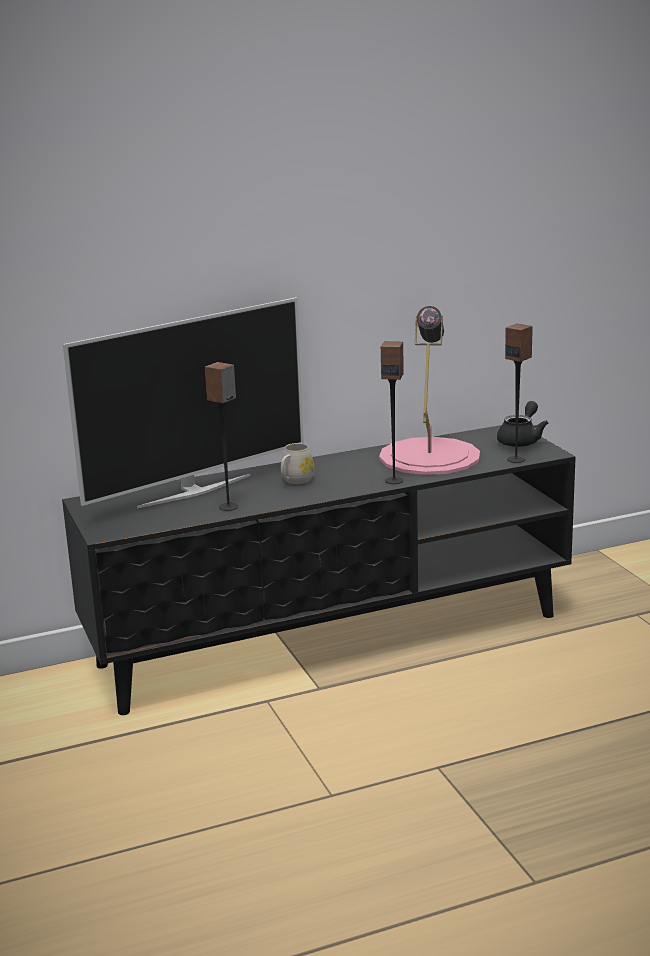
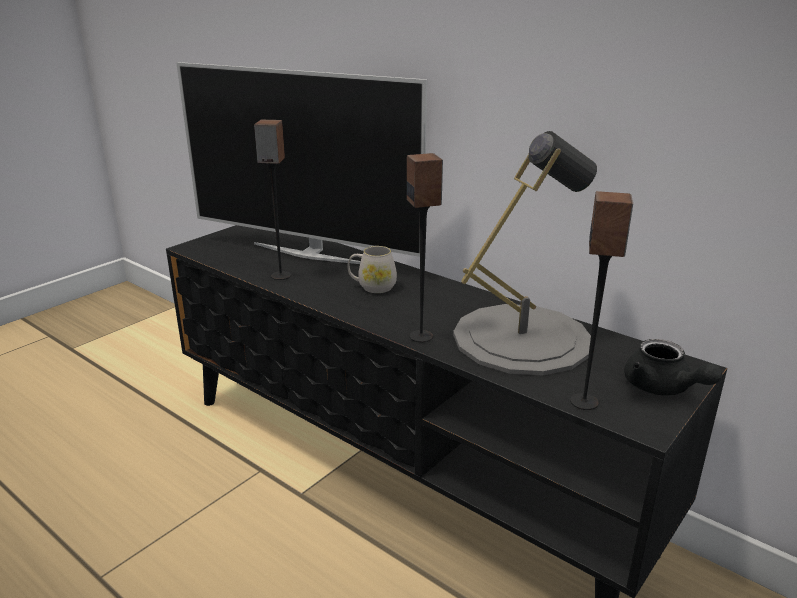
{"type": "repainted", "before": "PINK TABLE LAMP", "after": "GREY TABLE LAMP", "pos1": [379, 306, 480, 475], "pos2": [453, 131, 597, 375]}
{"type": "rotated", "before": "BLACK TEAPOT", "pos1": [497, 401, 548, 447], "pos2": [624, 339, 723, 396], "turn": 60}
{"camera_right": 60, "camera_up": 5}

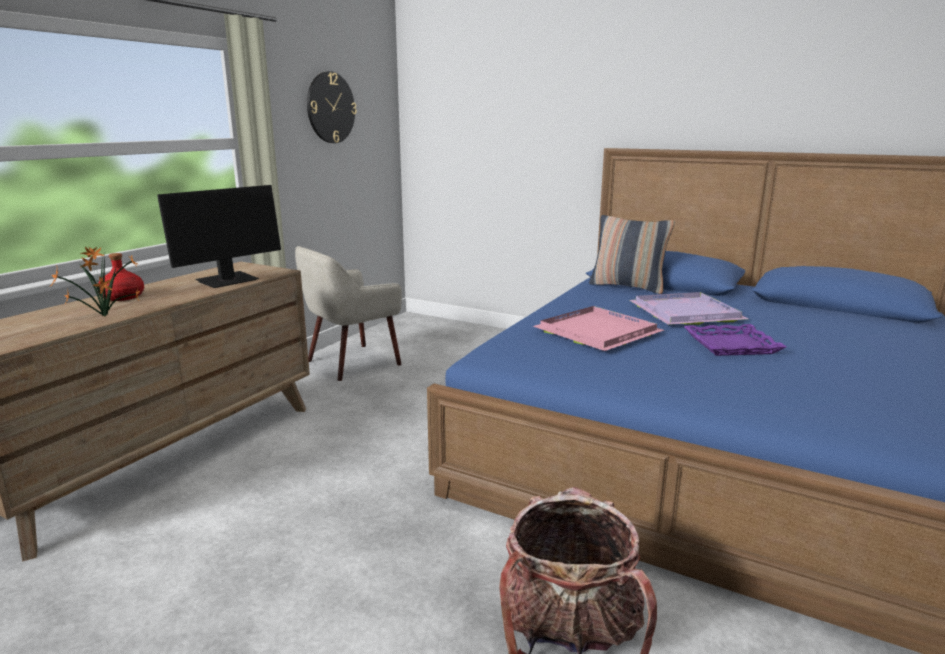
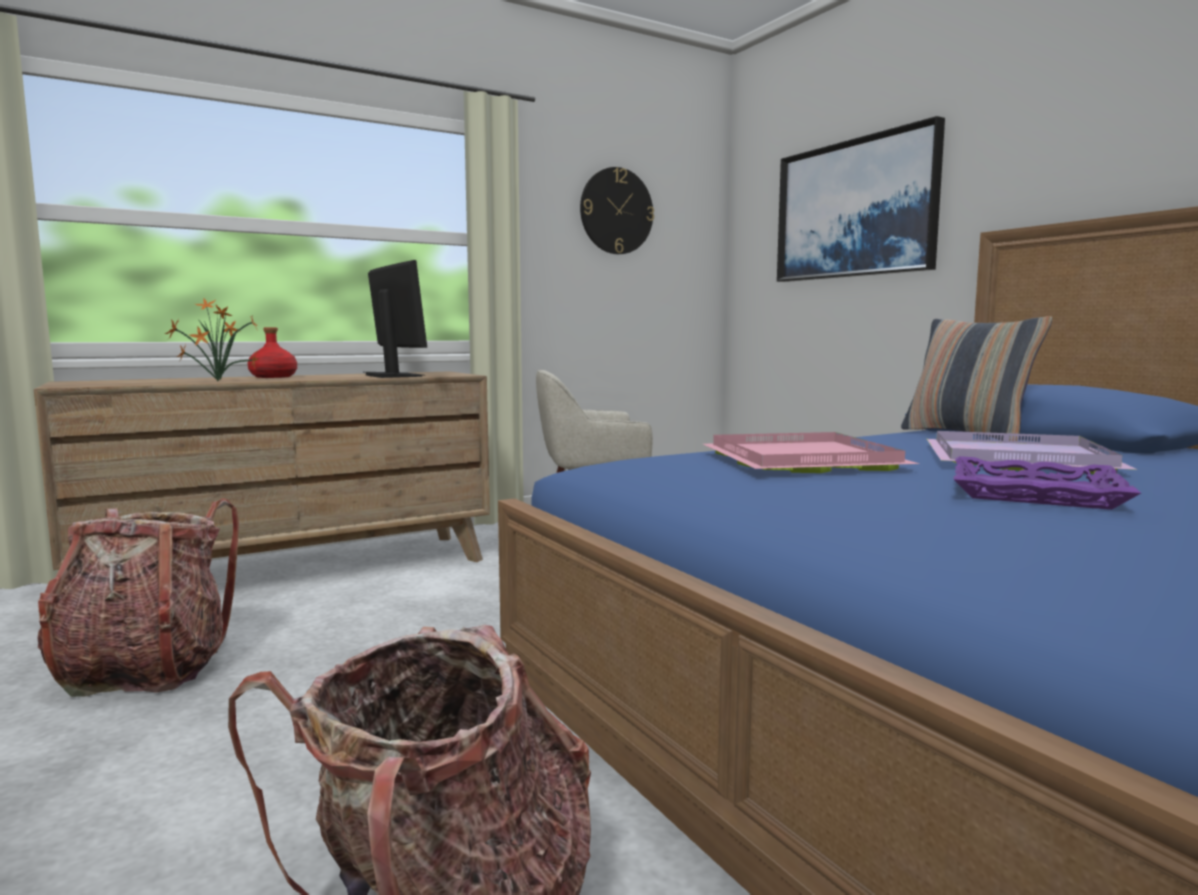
{"type": "new", "after": "BACKPACK", "pos2": [38, 498, 239, 697]}
{"type": "rotated", "before": "MONITOR", "pos1": [158, 185, 281, 288], "pos2": [364, 260, 427, 378], "turn": -105}
{"type": "new", "after": "PICTURE", "pos2": [777, 116, 945, 282]}
{"camera_right": 30, "camera_up": -10}

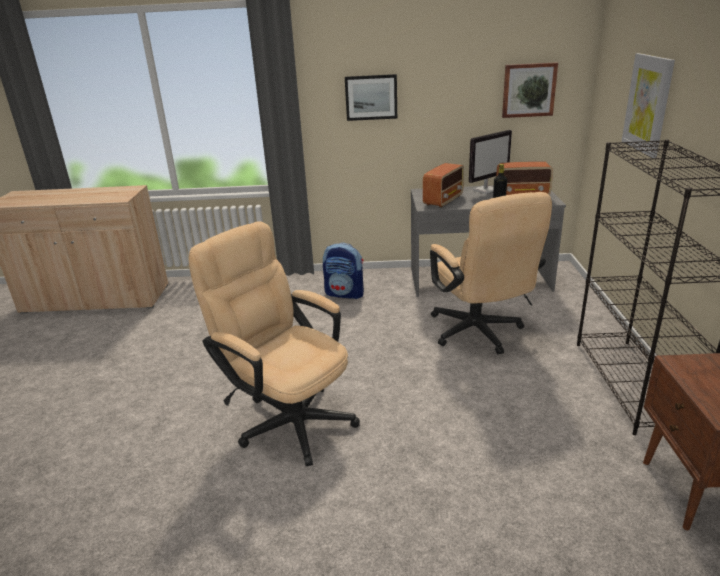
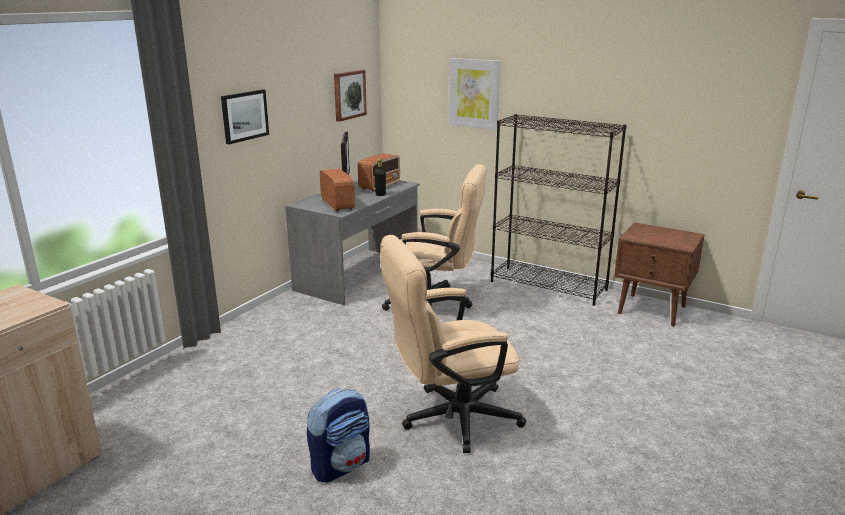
{"type": "shifted", "before": "BACKPACK", "pos1": [323, 243, 364, 299], "pos2": [307, 388, 370, 483]}
{"camera_right": -60, "camera_up": -5}

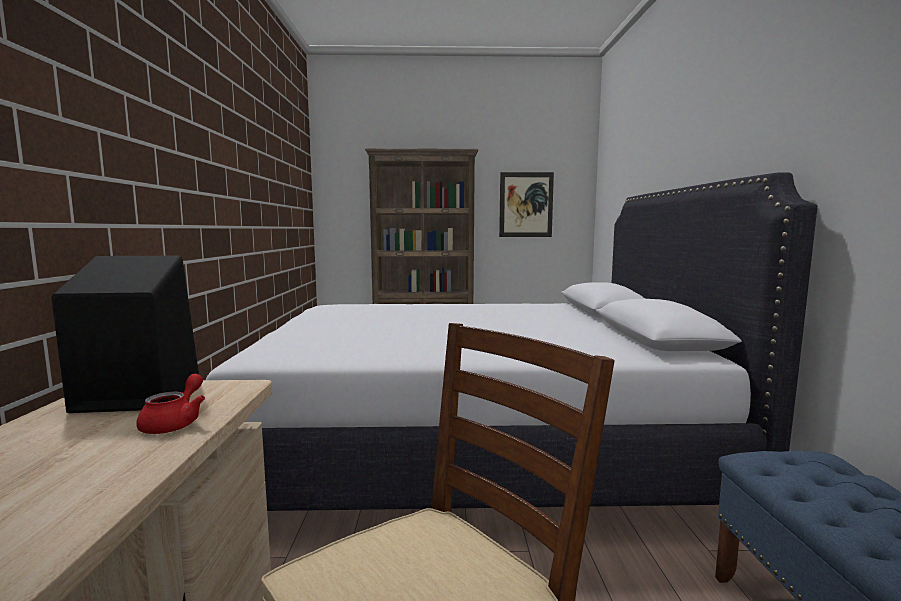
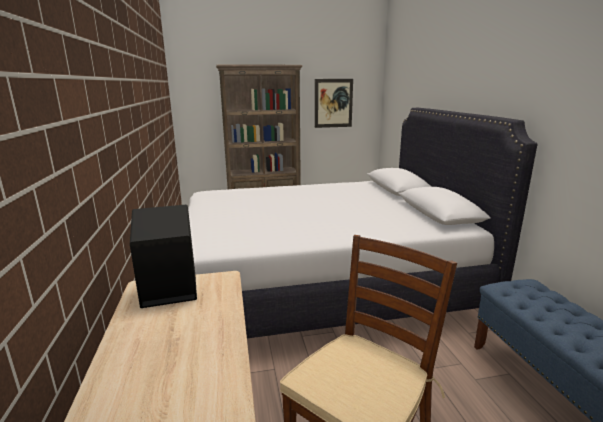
{"type": "gone", "before": "RED TEAPOT", "pos1": [136, 374, 205, 434]}
{"camera_right": -10, "camera_up": 10}

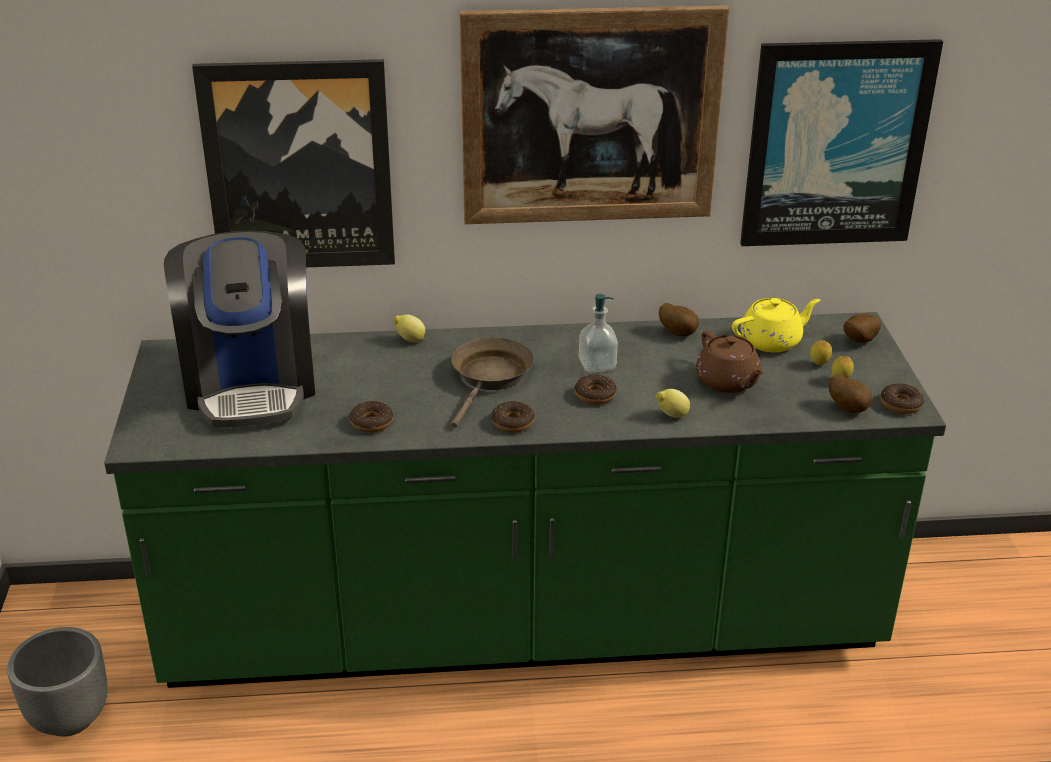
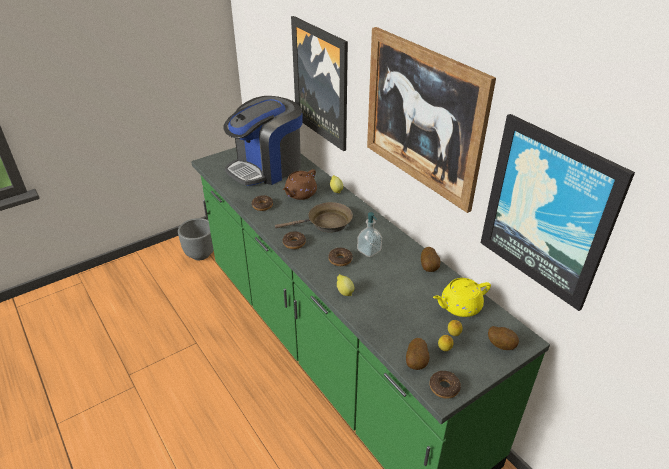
{"type": "shifted", "before": "BROWN TEAPOT", "pos1": [696, 331, 763, 393], "pos2": [283, 169, 317, 200]}
{"type": "rotated", "before": "YELLOW TEAPOT", "pos1": [732, 298, 820, 352], "pos2": [433, 278, 491, 317], "turn": 120}
{"camera_right": 60, "camera_up": 5}

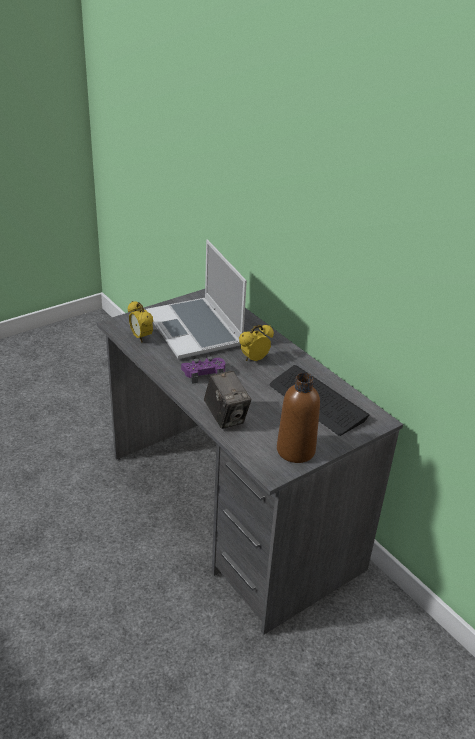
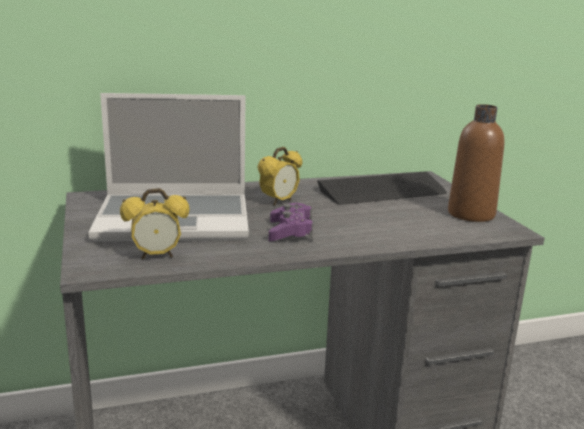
{"type": "rotated", "before": "ALARM CLOCK", "pos1": [239, 325, 274, 361], "pos2": [258, 147, 302, 206], "turn": -120}
{"type": "gone", "before": "PHOTO CAMERA", "pos1": [204, 371, 251, 429]}
{"camera_right": -70, "camera_up": -15}

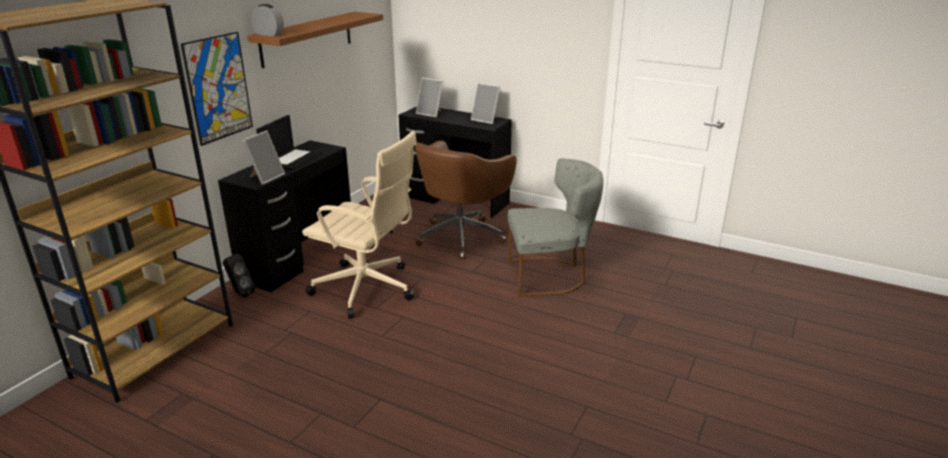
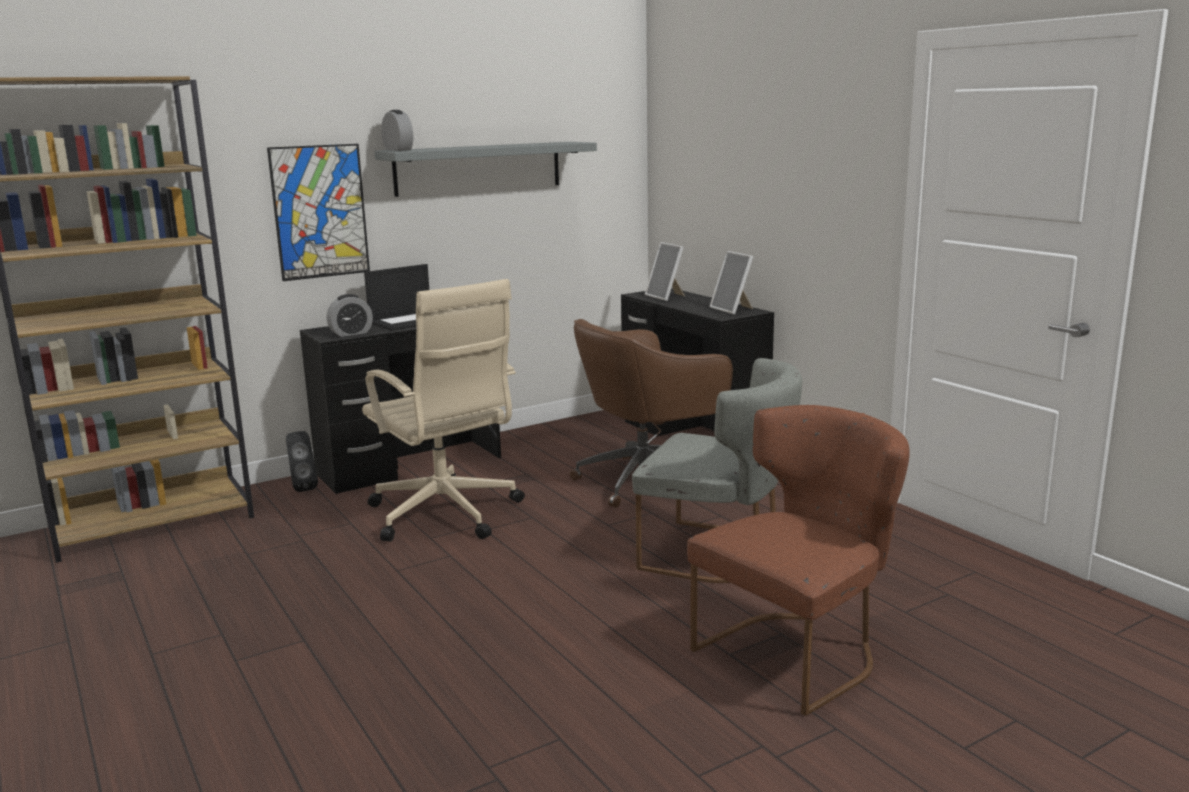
{"type": "swapped", "before": "PICTURE FRAME", "after": "ALARM CLOCK", "pos1": [243, 131, 285, 185], "pos2": [327, 294, 373, 337]}
{"type": "repainted", "before": "BROWN SHELF", "after": "GREY SHELF", "pos1": [247, 12, 383, 68], "pos2": [374, 142, 597, 197]}
{"type": "new", "after": "BROWN CHAIR", "pos2": [687, 405, 910, 716]}
{"camera_right": 30, "camera_up": -10}

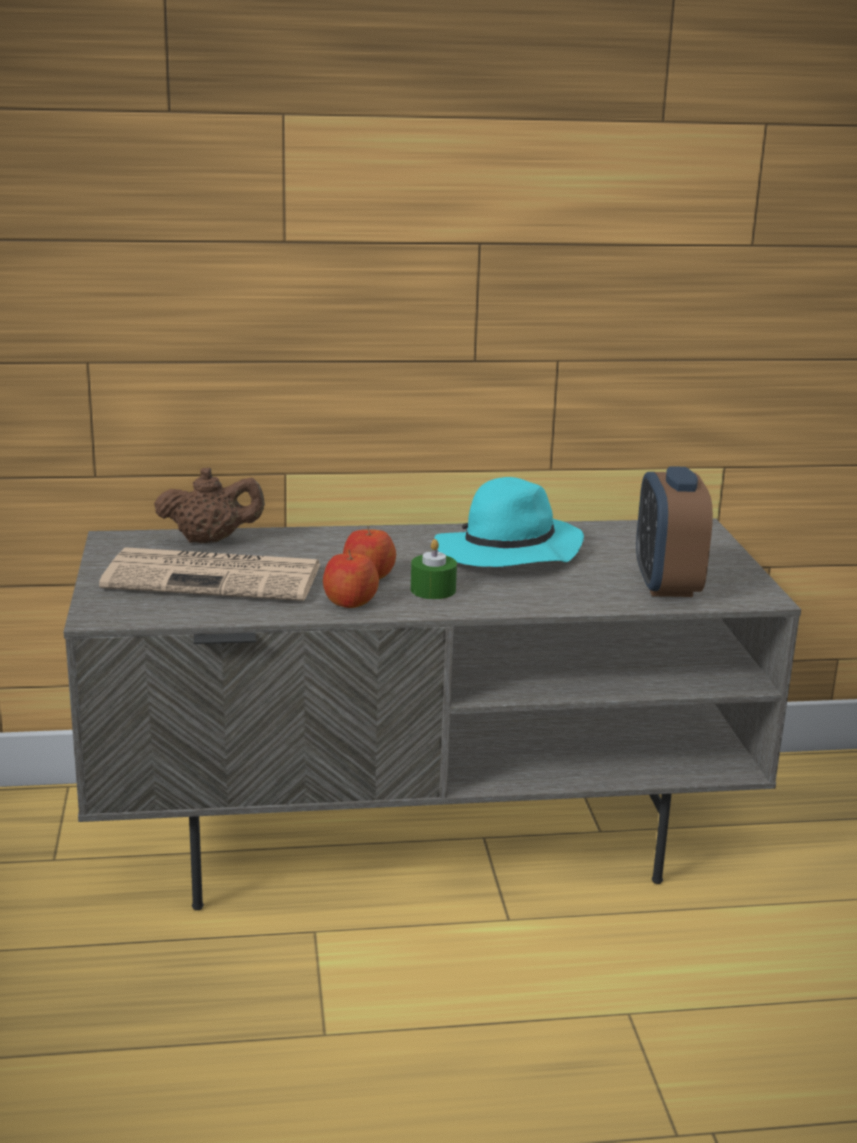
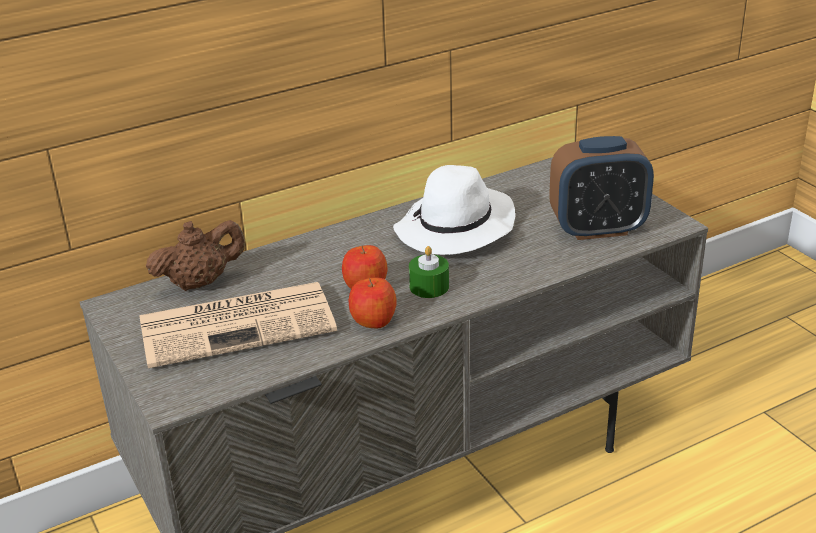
{"type": "repainted", "before": "TURQUOISE HAT", "after": "WHITE HAT", "pos1": [435, 477, 584, 567], "pos2": [393, 165, 515, 255]}
{"type": "rotated", "before": "ALARM CLOCK", "pos1": [636, 466, 713, 597], "pos2": [549, 136, 654, 240], "turn": -75}
{"camera_right": -20, "camera_up": 10}

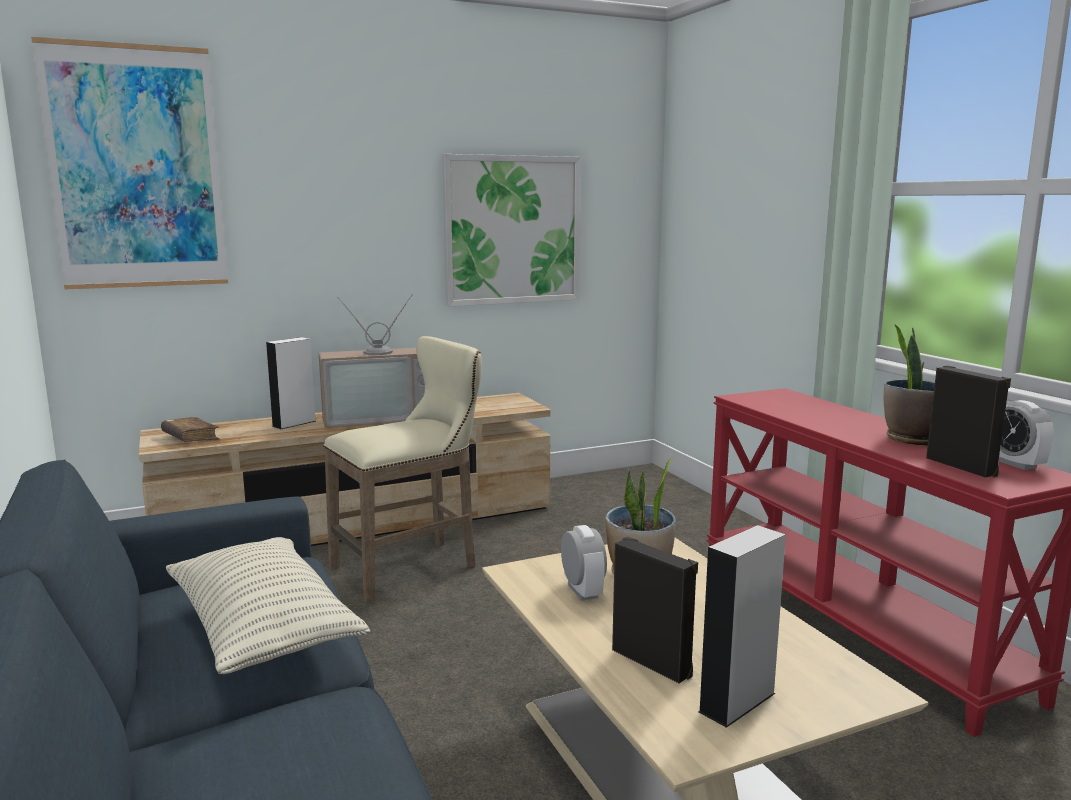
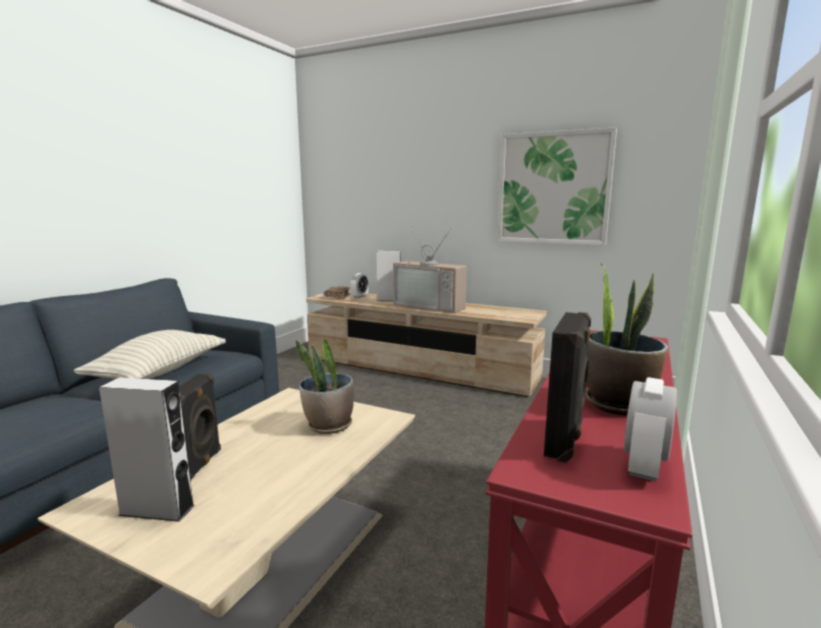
{"type": "shifted", "before": "ALARM CLOCK", "pos1": [561, 525, 607, 601], "pos2": [350, 273, 369, 298]}
{"type": "gone", "before": "PICTURE", "pos1": [31, 37, 228, 289]}
{"type": "gone", "before": "BEIGE STOOL", "pos1": [323, 336, 482, 603]}
{"camera_right": 50, "camera_up": 0}

